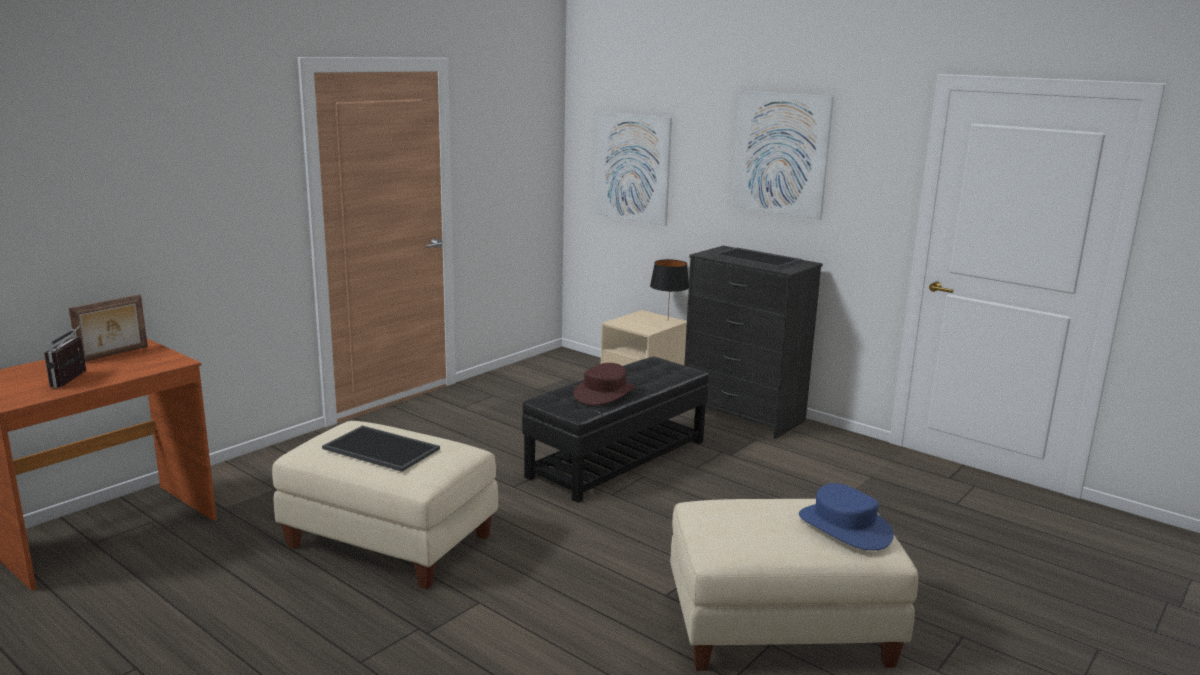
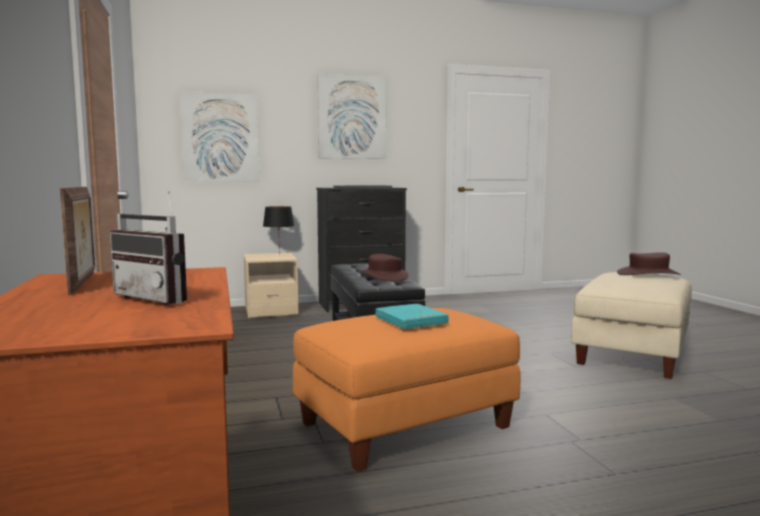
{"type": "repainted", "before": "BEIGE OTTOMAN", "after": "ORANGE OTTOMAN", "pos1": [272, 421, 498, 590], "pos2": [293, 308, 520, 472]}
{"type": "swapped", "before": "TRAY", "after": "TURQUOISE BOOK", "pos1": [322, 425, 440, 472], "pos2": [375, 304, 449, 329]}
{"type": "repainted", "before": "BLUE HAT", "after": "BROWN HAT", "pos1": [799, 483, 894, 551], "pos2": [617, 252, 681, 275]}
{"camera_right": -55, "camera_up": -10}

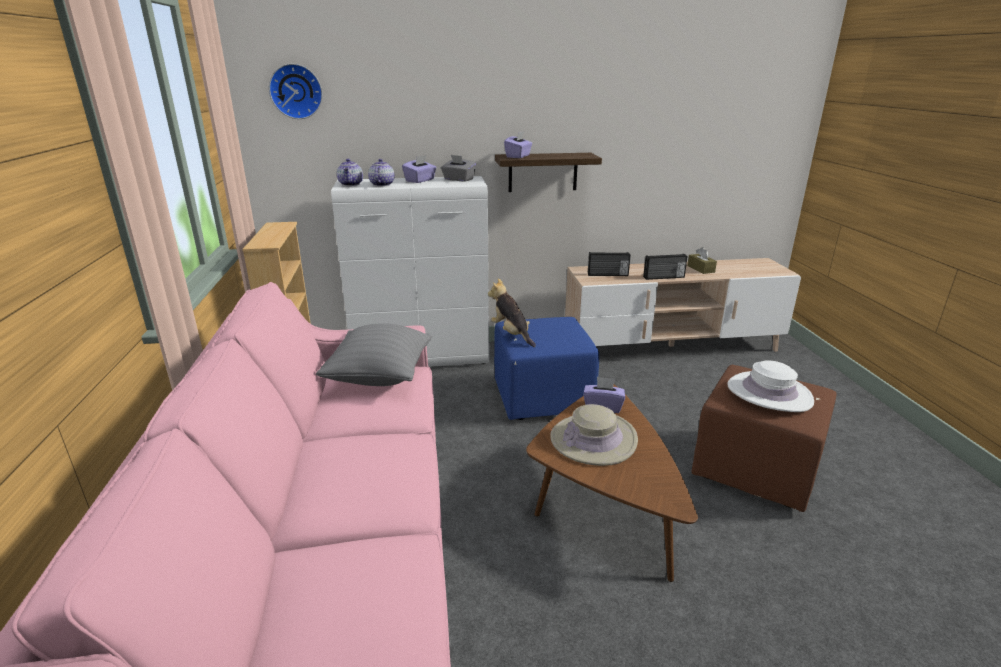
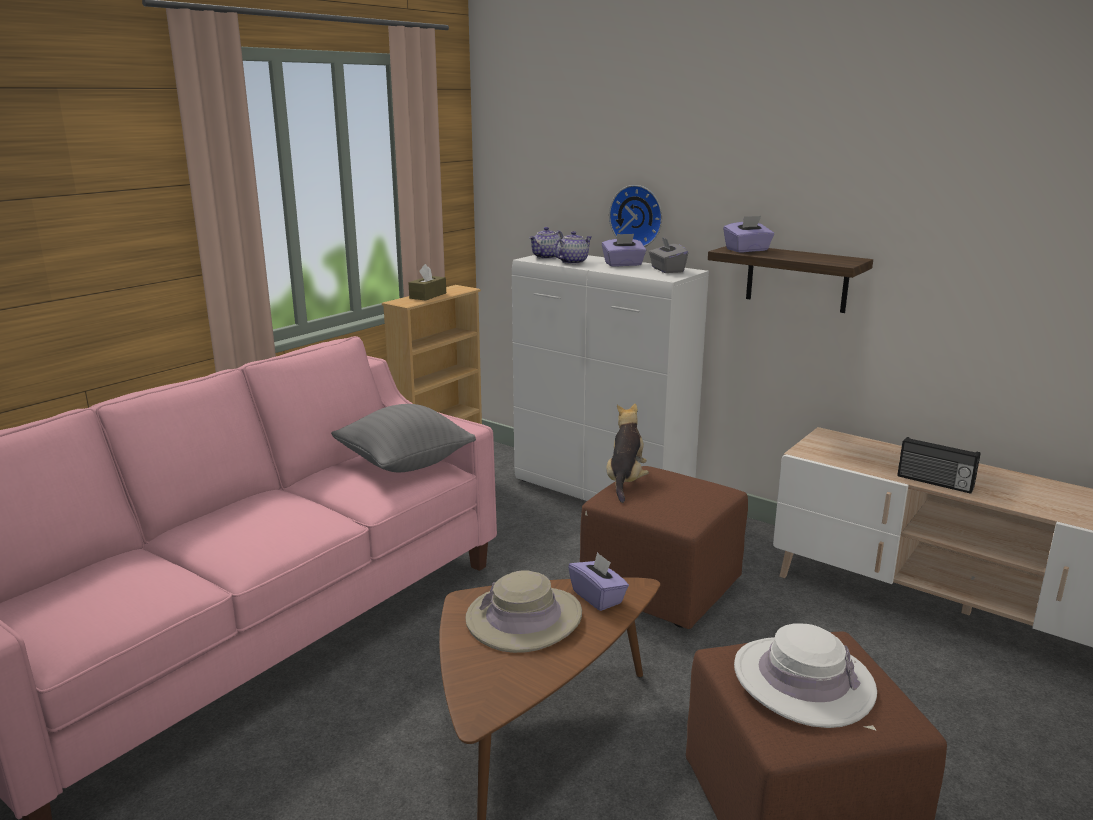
{"type": "shifted", "before": "BROWN TISSUE BOX", "pos1": [687, 247, 717, 274], "pos2": [409, 264, 446, 301]}
{"type": "repainted", "before": "BLUE OTTOMAN", "after": "BROWN OTTOMAN", "pos1": [494, 317, 599, 420], "pos2": [580, 466, 748, 629]}
{"type": "shifted", "before": "WALL CLOCK", "pos1": [269, 64, 323, 119], "pos2": [609, 185, 662, 247]}
{"type": "gone", "before": "RADIO", "pos1": [588, 252, 631, 276]}
{"camera_right": 45, "camera_up": -5}

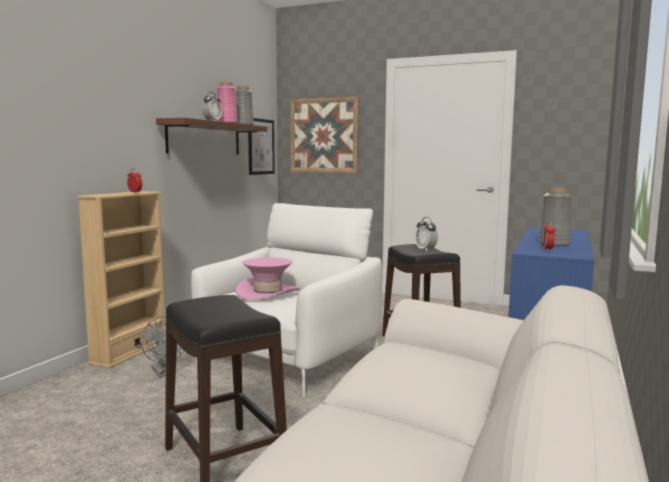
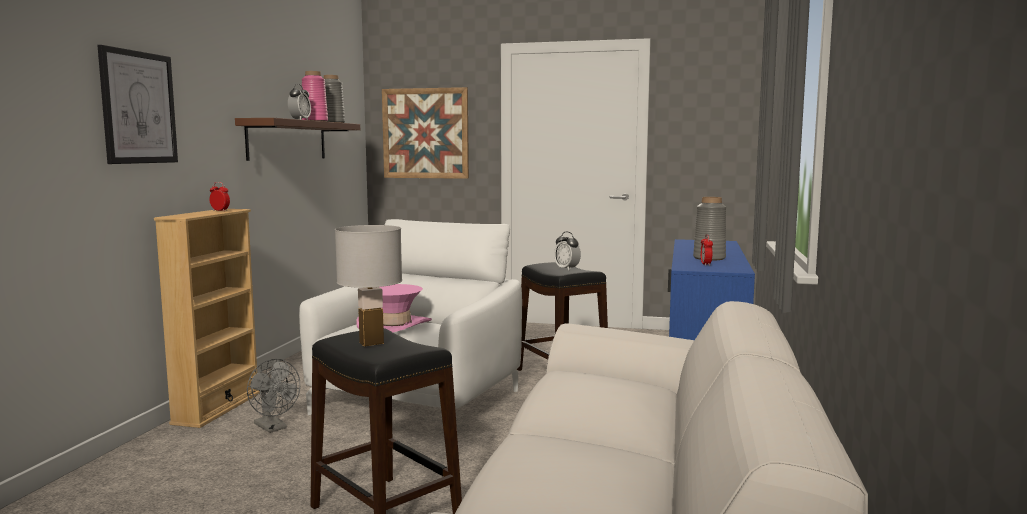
{"type": "shifted", "before": "PICTURE", "pos1": [248, 118, 275, 175], "pos2": [97, 45, 178, 164]}
{"type": "new", "after": "WHITE TABLE LAMP", "pos2": [335, 225, 402, 346]}
{"camera_right": -10, "camera_up": 0}

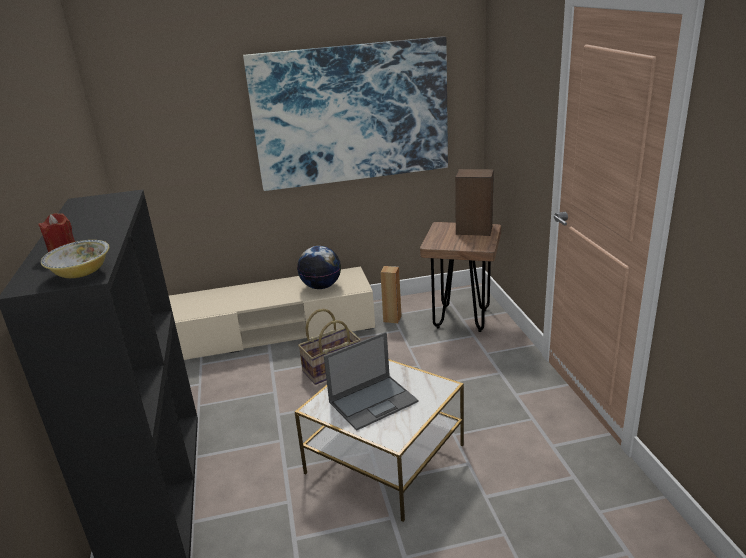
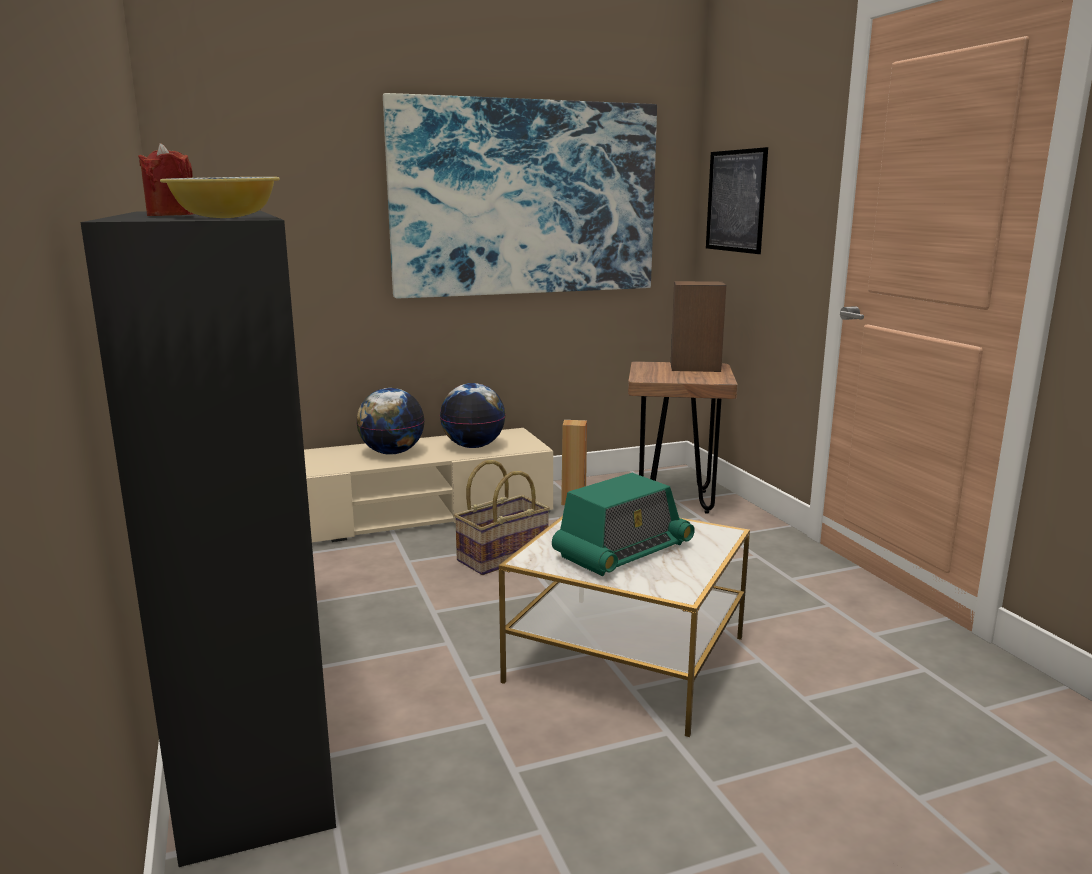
{"type": "new", "after": "GLOBE", "pos2": [356, 388, 425, 455]}
{"type": "swapped", "before": "LAPTOP", "after": "RADIO", "pos1": [324, 332, 418, 431], "pos2": [552, 473, 695, 576]}
{"type": "new", "after": "PICTURE", "pos2": [706, 147, 768, 254]}
{"camera_right": -10, "camera_up": -10}

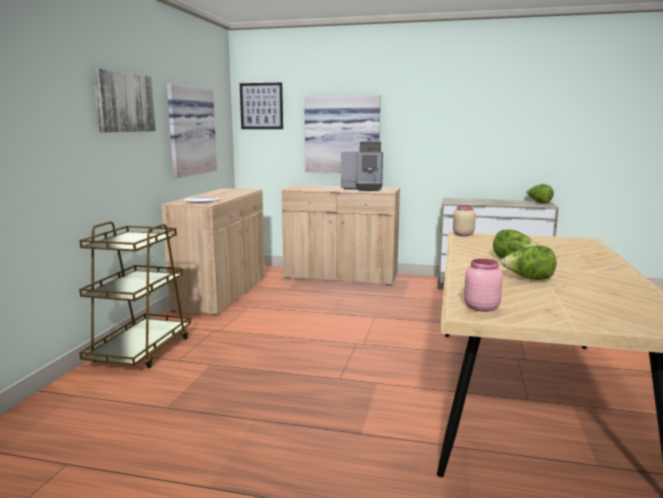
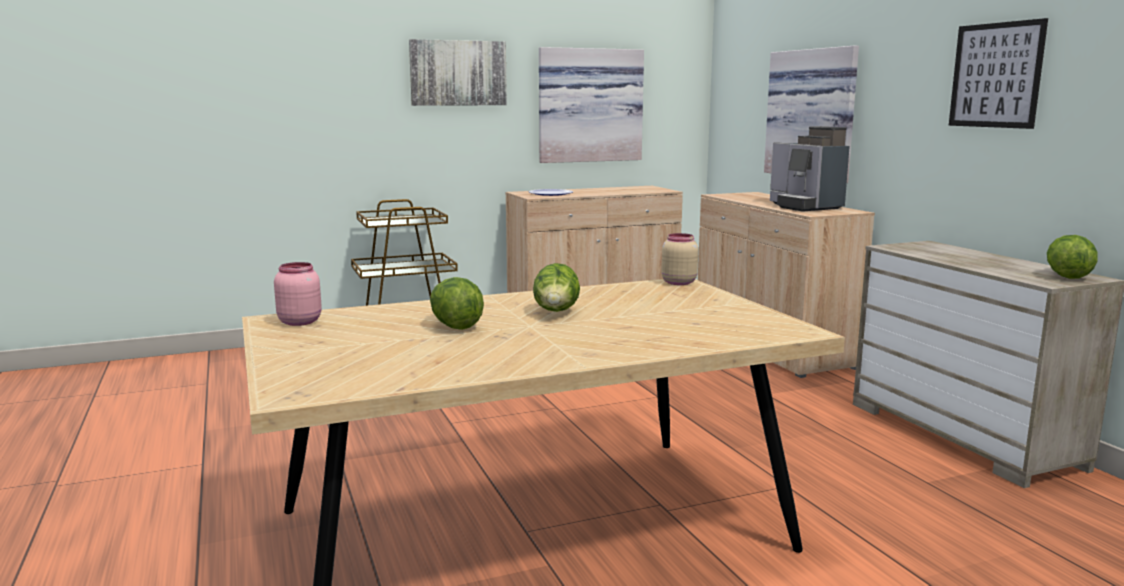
{"type": "shifted", "before": "PICTURE", "pos1": [240, 83, 283, 129], "pos2": [949, 18, 1048, 129]}
{"camera_right": 55, "camera_up": 0}

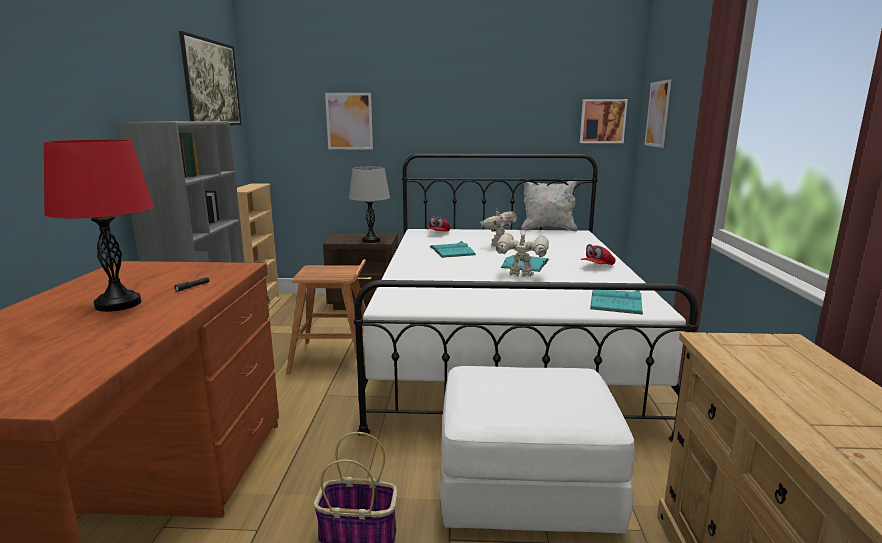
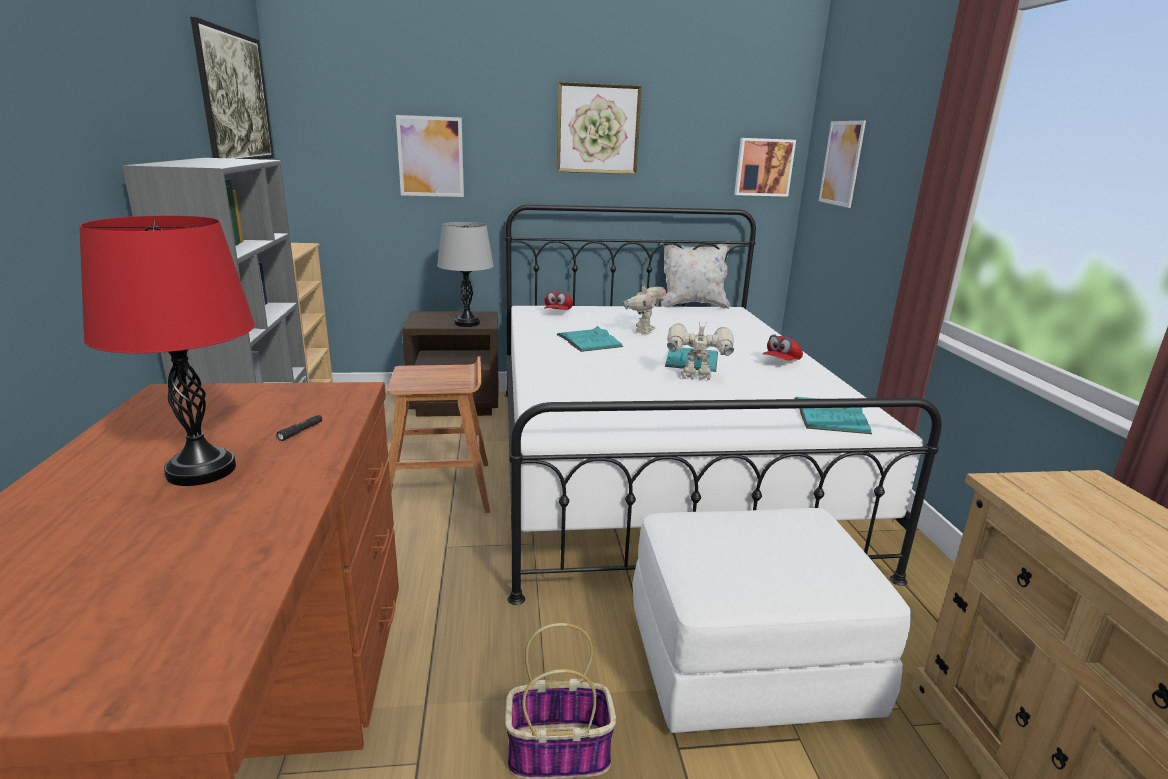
{"type": "new", "after": "PICTURE", "pos2": [556, 82, 642, 174]}
{"camera_right": -10, "camera_up": 5}

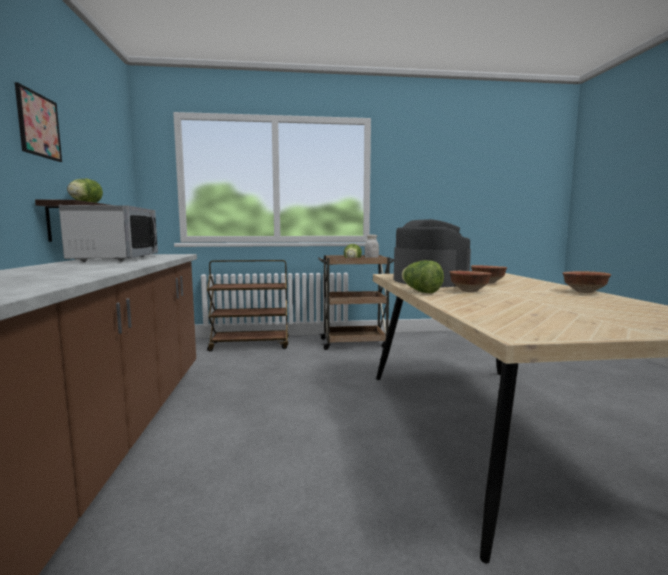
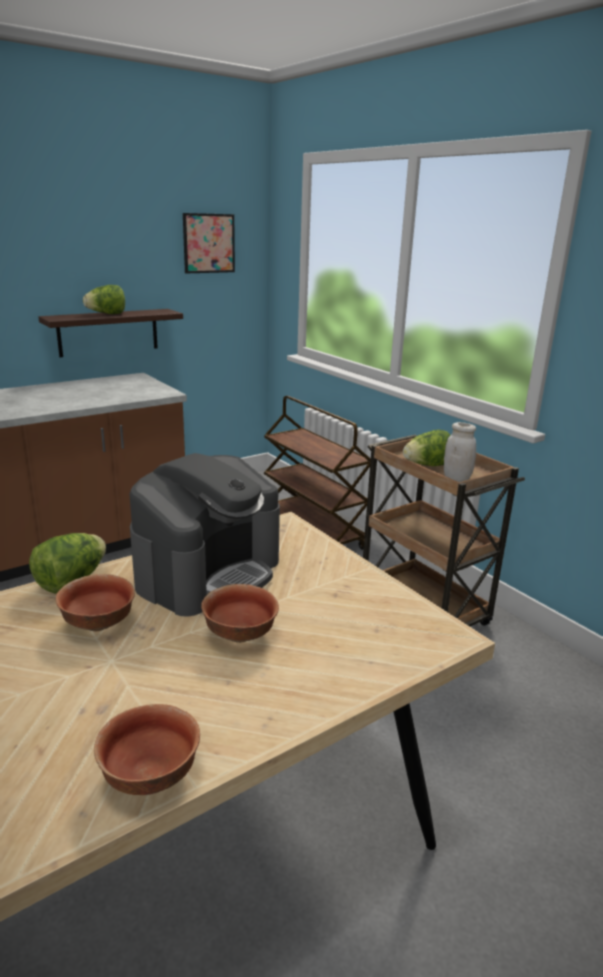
{"type": "shifted", "before": "PICTURE", "pos1": [15, 82, 62, 162], "pos2": [183, 213, 235, 273]}
{"type": "gone", "before": "MICROWAVE", "pos1": [59, 205, 158, 262]}
{"camera_right": 60, "camera_up": 15}

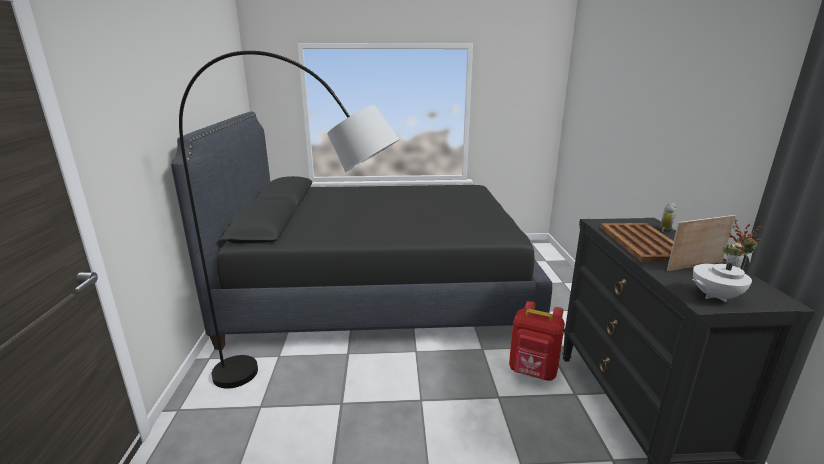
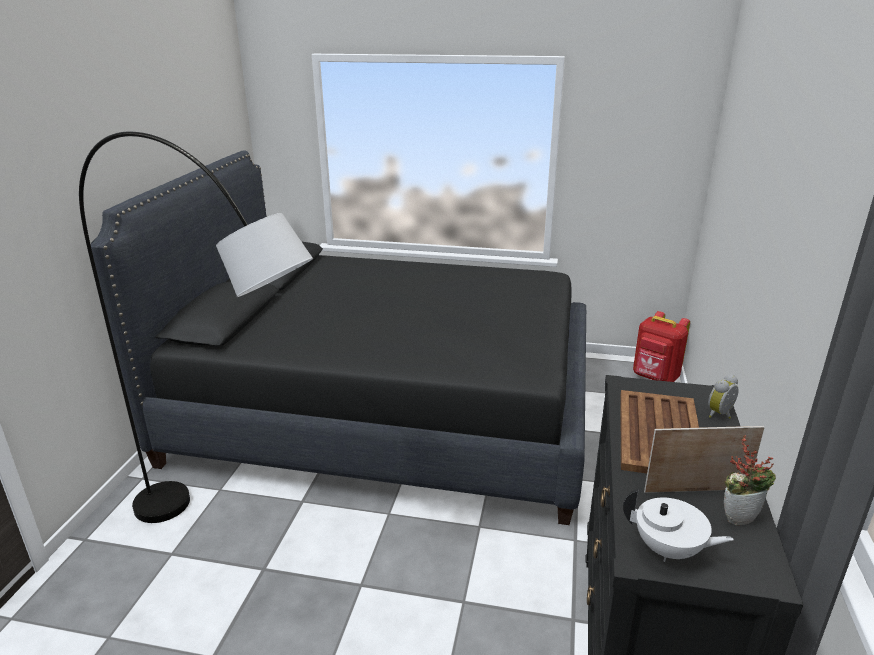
{"type": "rotated", "before": "WHITE TEAPOT", "pos1": [692, 255, 752, 302], "pos2": [623, 489, 734, 562], "turn": -150}
{"type": "shifted", "before": "RED BACKPACK", "pos1": [509, 301, 565, 381], "pos2": [633, 311, 690, 382]}
{"camera_right": 15, "camera_up": 5}

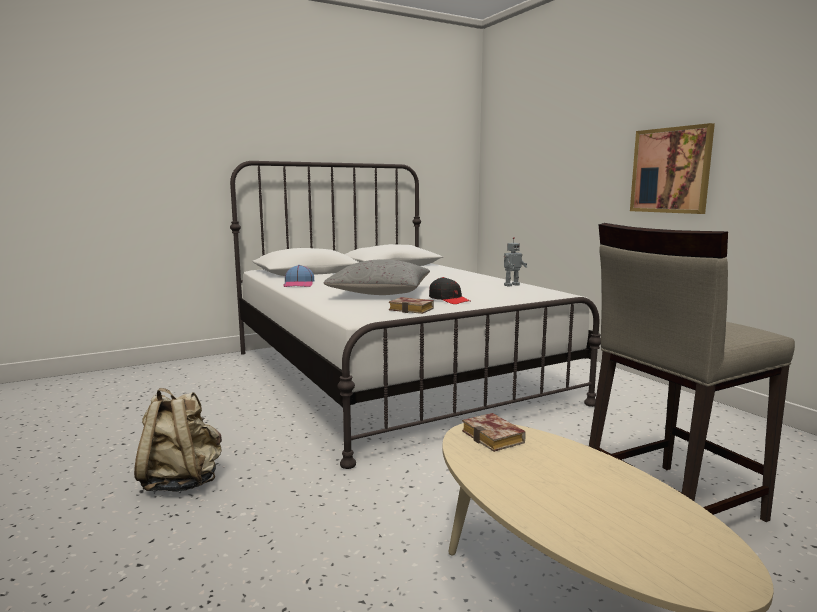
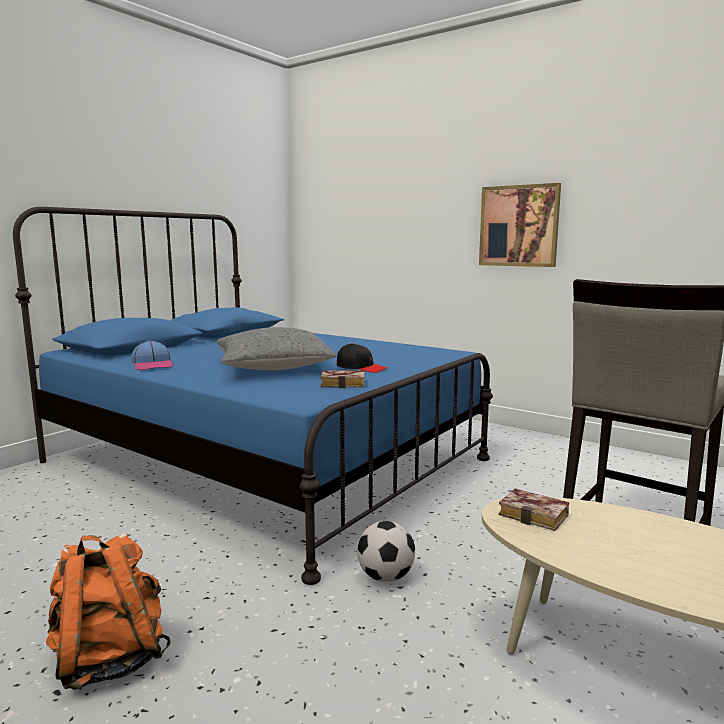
{"type": "repainted", "before": "WHITE BED", "after": "BLUE BED", "pos1": [230, 161, 601, 469], "pos2": [13, 207, 493, 585]}
{"type": "repainted", "before": "BEIGE BACKPACK", "after": "ORANGE BACKPACK", "pos1": [134, 388, 222, 492], "pos2": [46, 532, 171, 690]}
{"type": "new", "after": "FOOTBALL", "pos2": [357, 521, 415, 582]}
{"type": "gone", "before": "TOY ROBOT", "pos1": [504, 237, 528, 287]}
{"camera_right": -25, "camera_up": 0}

